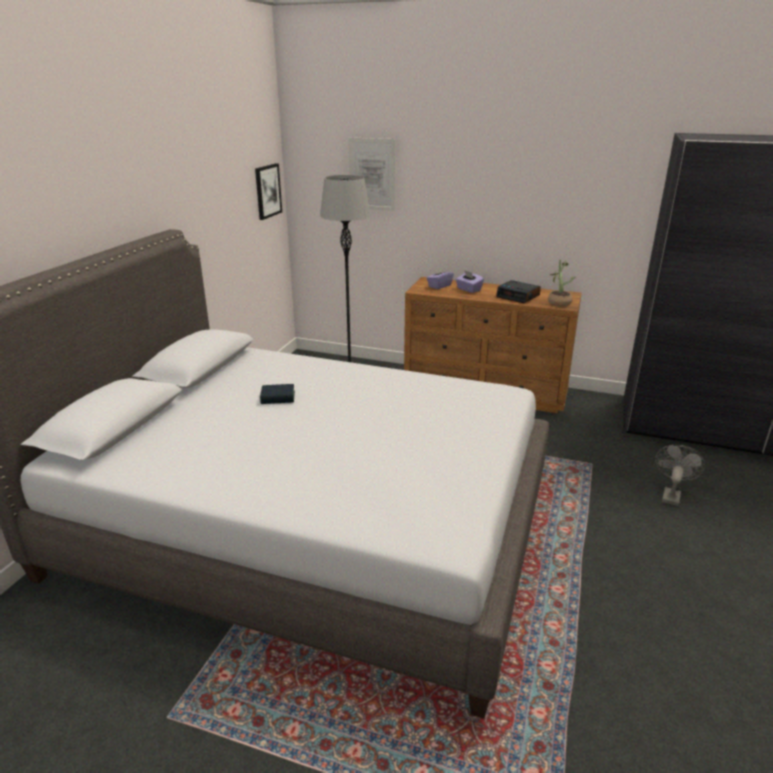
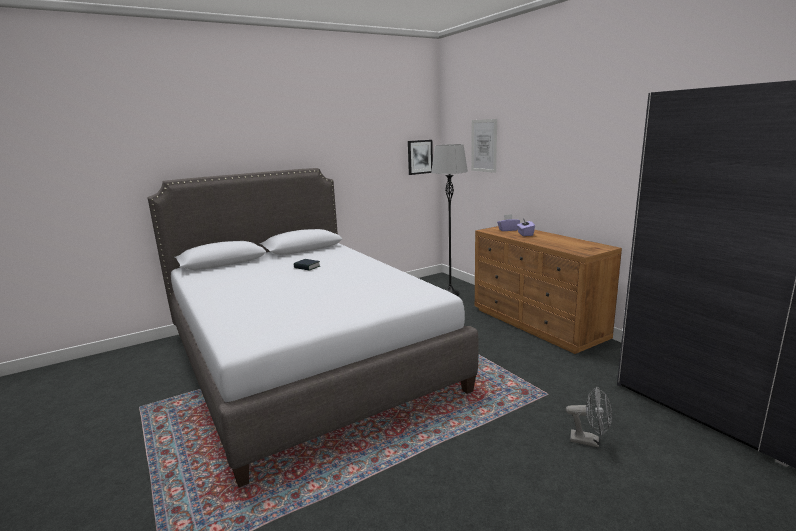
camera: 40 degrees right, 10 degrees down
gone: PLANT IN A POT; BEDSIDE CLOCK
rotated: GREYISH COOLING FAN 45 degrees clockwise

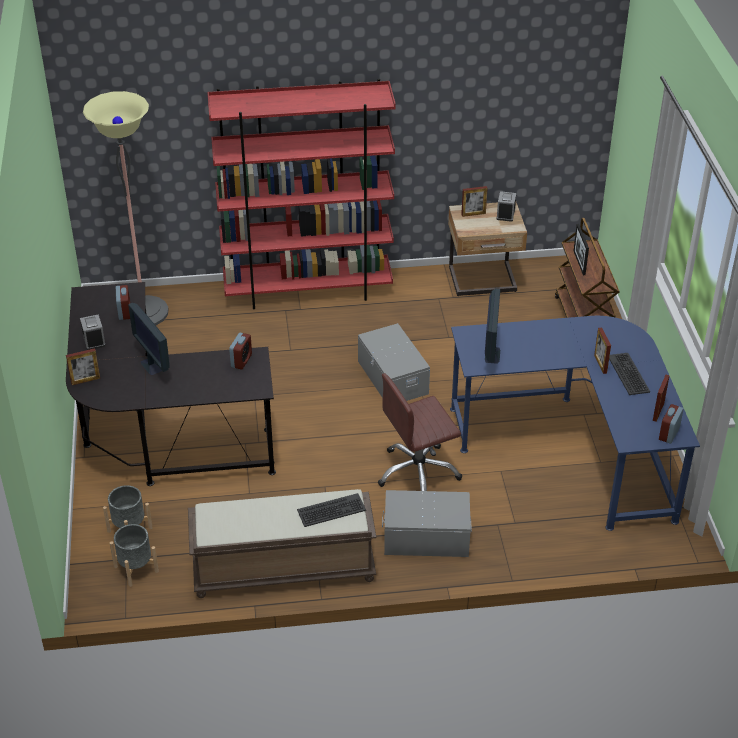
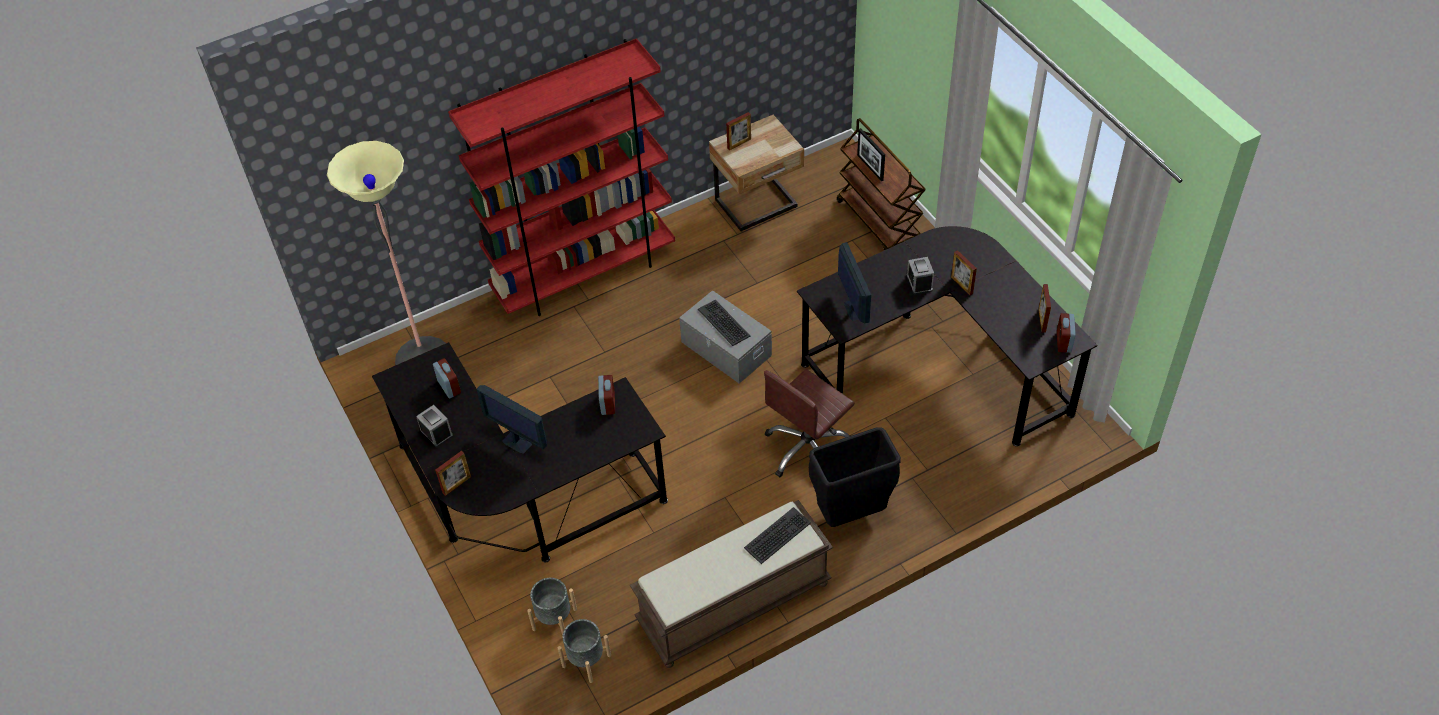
camera: 20 degrees left, 10 degrees up
shifted: BEDSIDE CLOCK (no. 4 from left); KEYBOARD (no. 2 from left in the first image) to KEYBOARD (no. 1 from left)
swapped: GREYISH STORAGE BIN (no. 2 from left) to BLACKISH WASTE BIN
repainted: BLUE DESK to BLACKISH DESK (no. 2 from left)

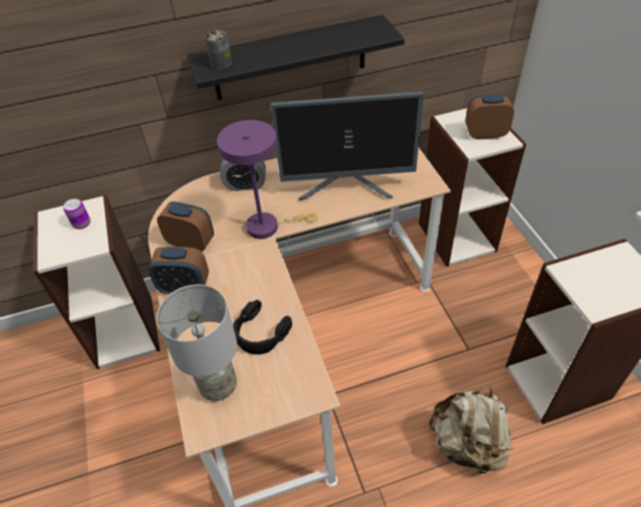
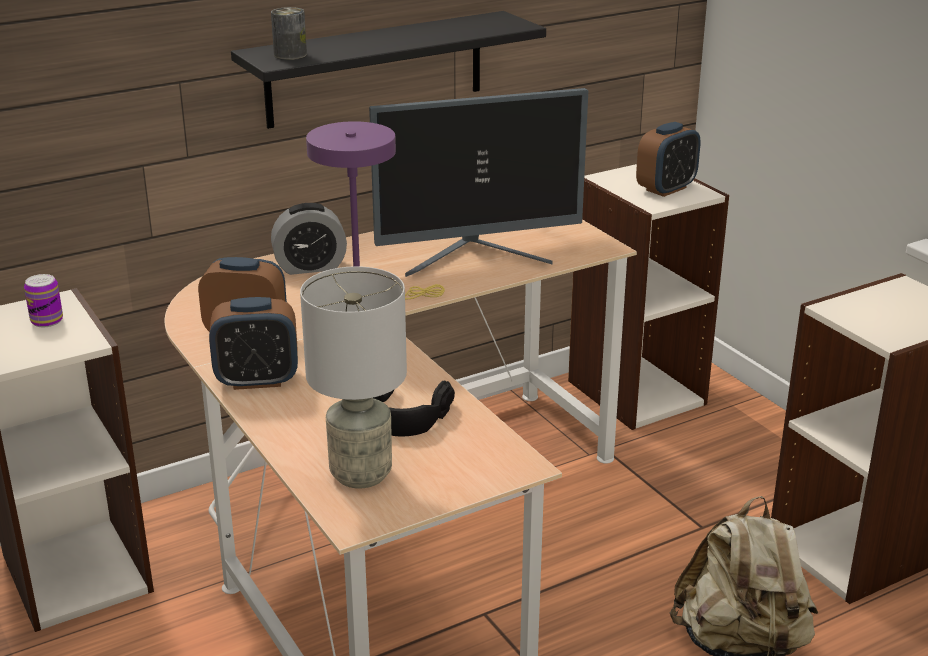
camera: 15 degrees left, 20 degrees down
rotated: BEDSIDE CLOCK (no. 4 from left) 150 degrees clockwise

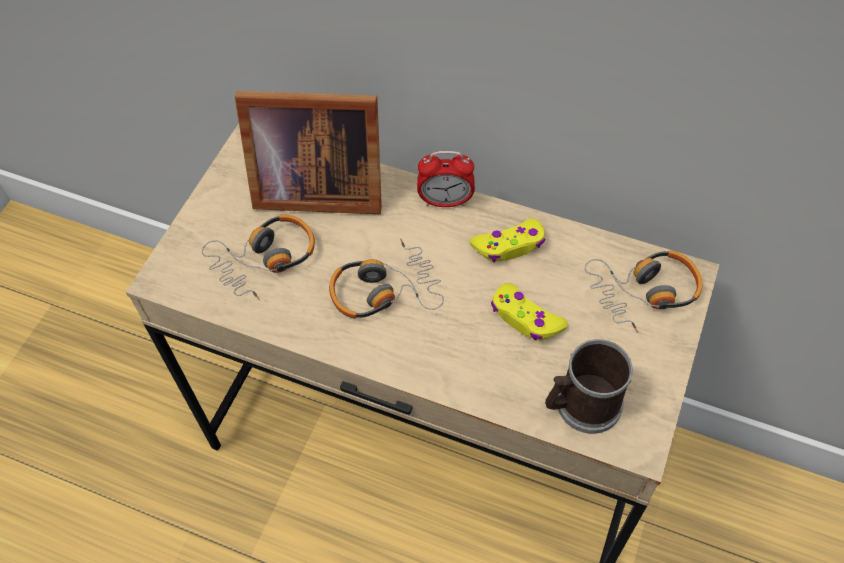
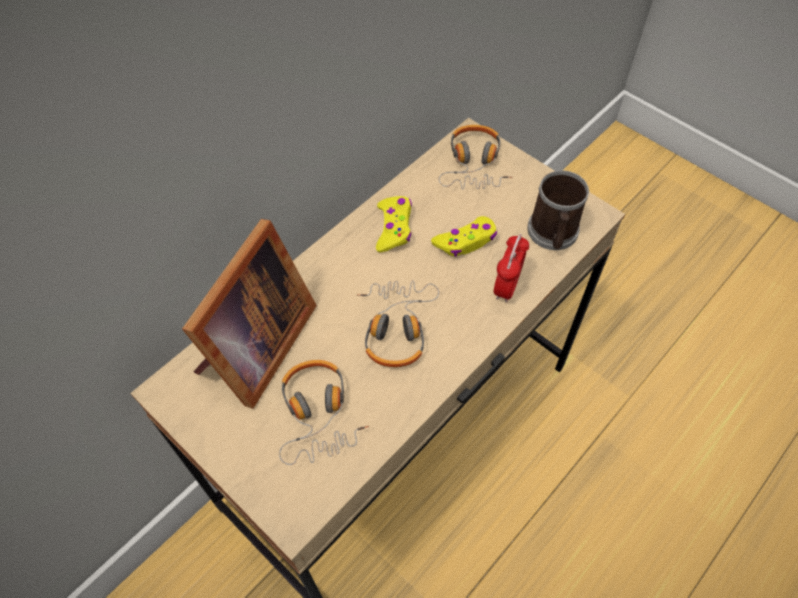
camera: 70 degrees left, 0 degrees up
shifted: BEDSIDE CLOCK

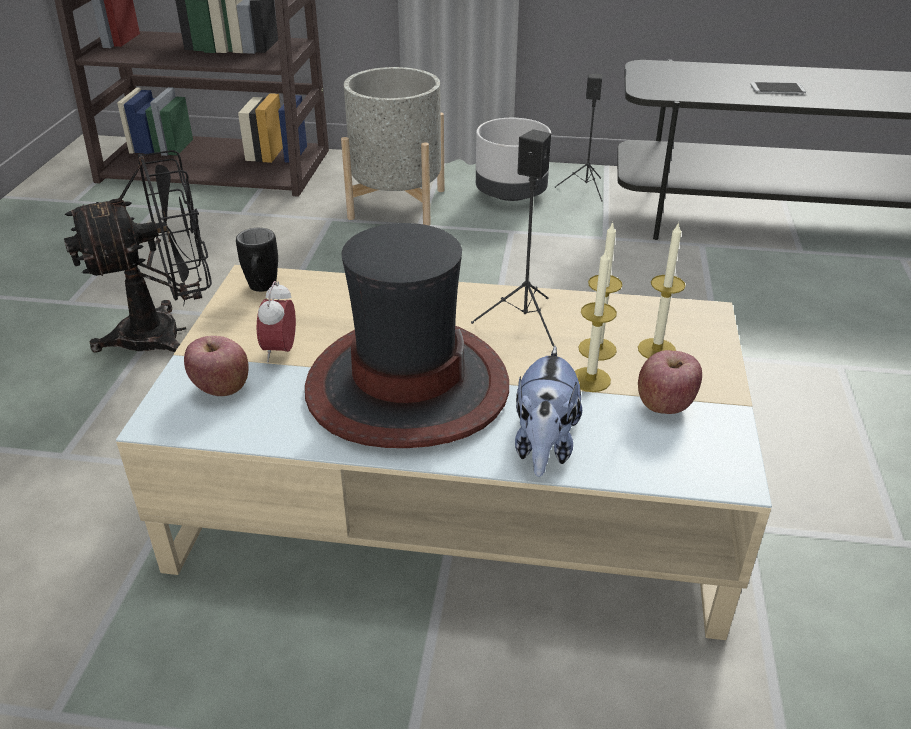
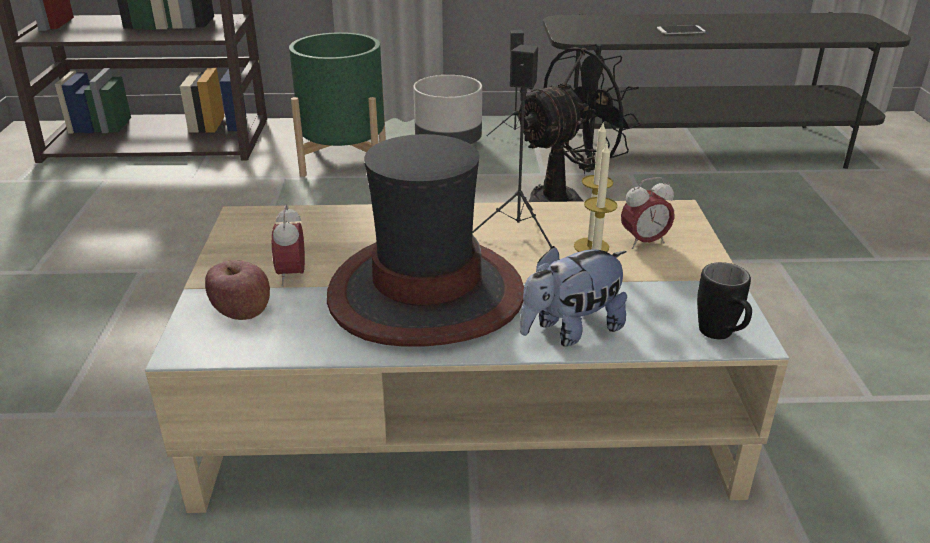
camera: 10 degrees left, 5 degrees down
gone: APPLE FRUIT (no. 2 from left)
shifted: BLACKISH COOLING FAN; BLACKISH MUG
swapped: WAX LIGHT (no. 3 from left) to BEDSIDE CLOCK (no. 2 from left)
repainted: GREYISH PLANTER (no. 1 from left) to GREEN PLANTER
rotated: CUDDLY TOY 60 degrees clockwise

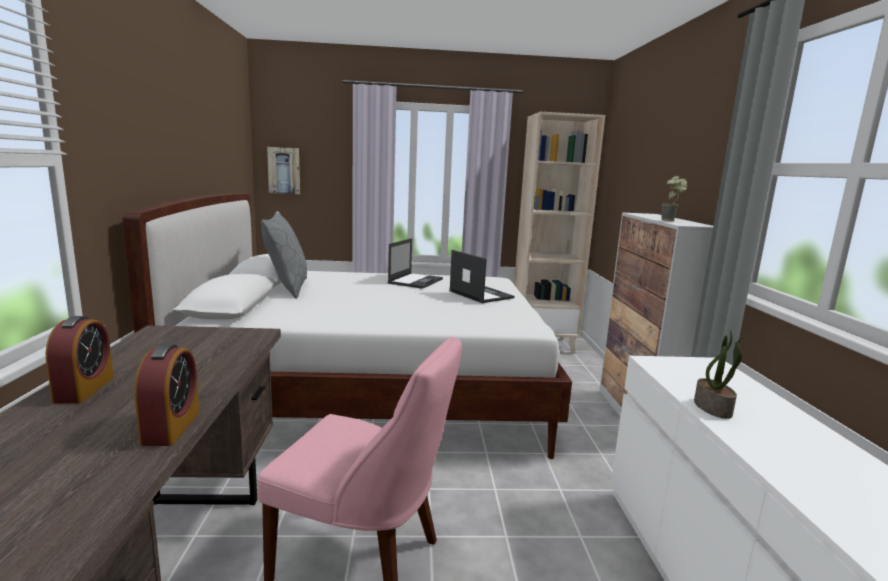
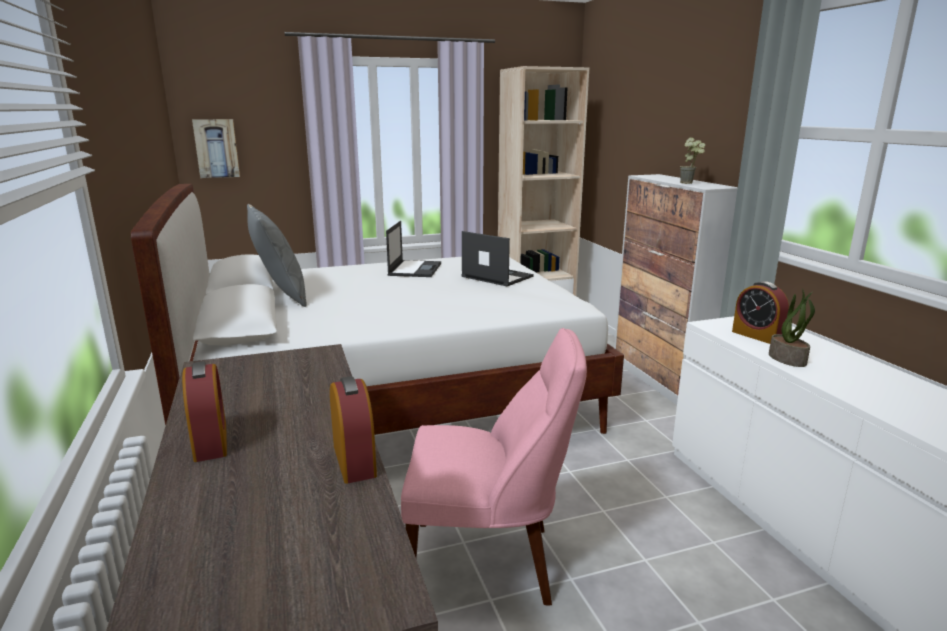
camera: 15 degrees left, 5 degrees up
new: BEDSIDE CLOCK (no. 3 from left)

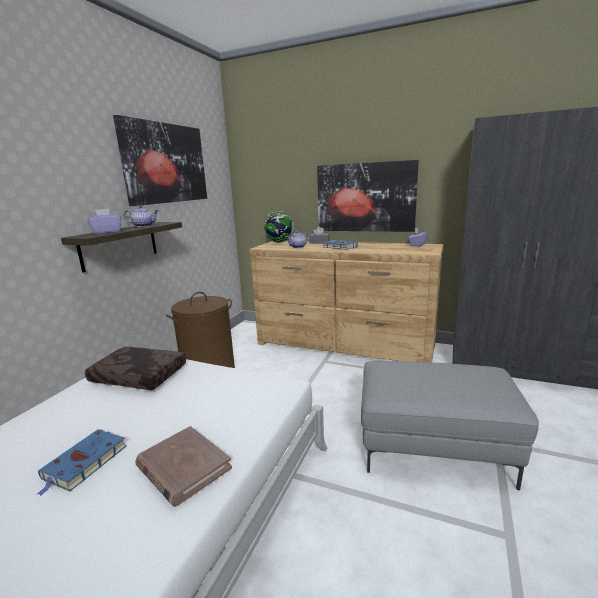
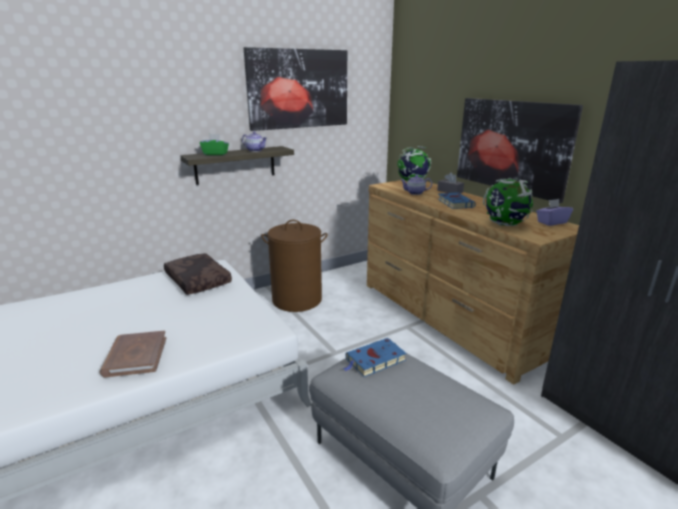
camera: 35 degrees right, 5 degrees up
new: GLOBE (no. 2 from left)
shifted: BLUE VOLUME (no. 1 from left)
repainted: PURPLE-COLOURED TISSUE HOLDER (no. 1 from left) to GREEN TISSUE HOLDER

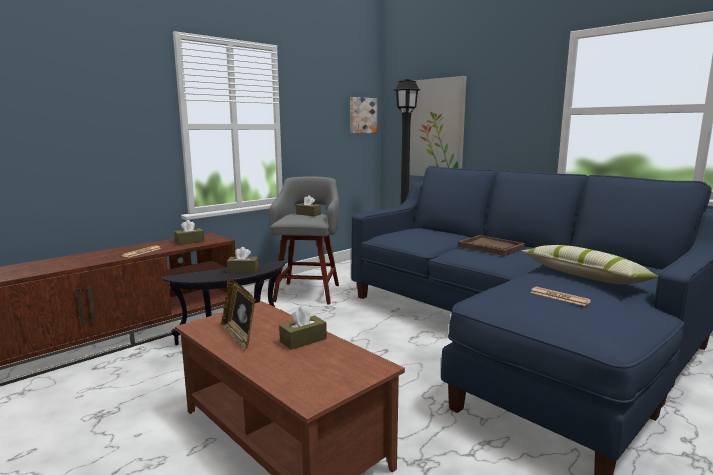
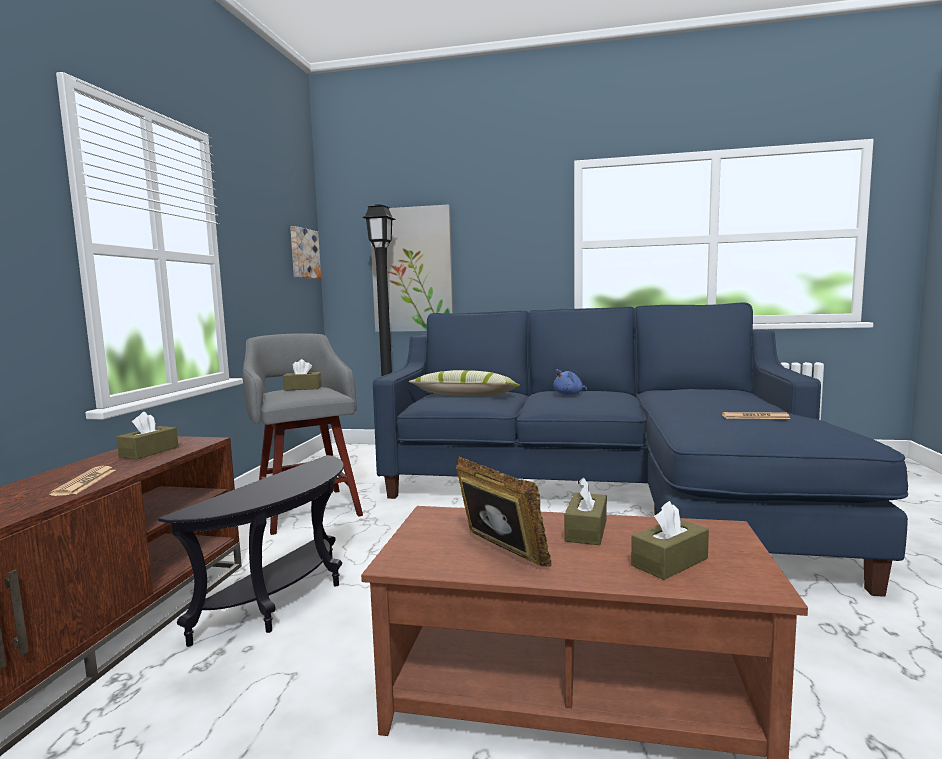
camera: 35 degrees left, 5 degrees down
shifted: CUSHION; BROWNISH TISSUE HOLDER (no. 2 from left in the first image) to BROWNISH TISSUE HOLDER (no. 4 from left)
swapped: BROWNISH TRAY to BLUE CUDDLY TOY
rotated: PHOTO FRAME 150 degrees counterclockwise

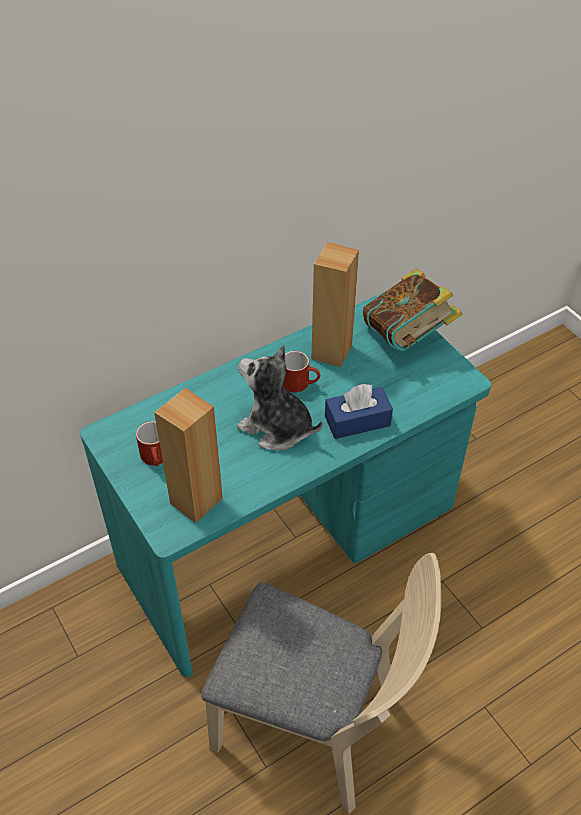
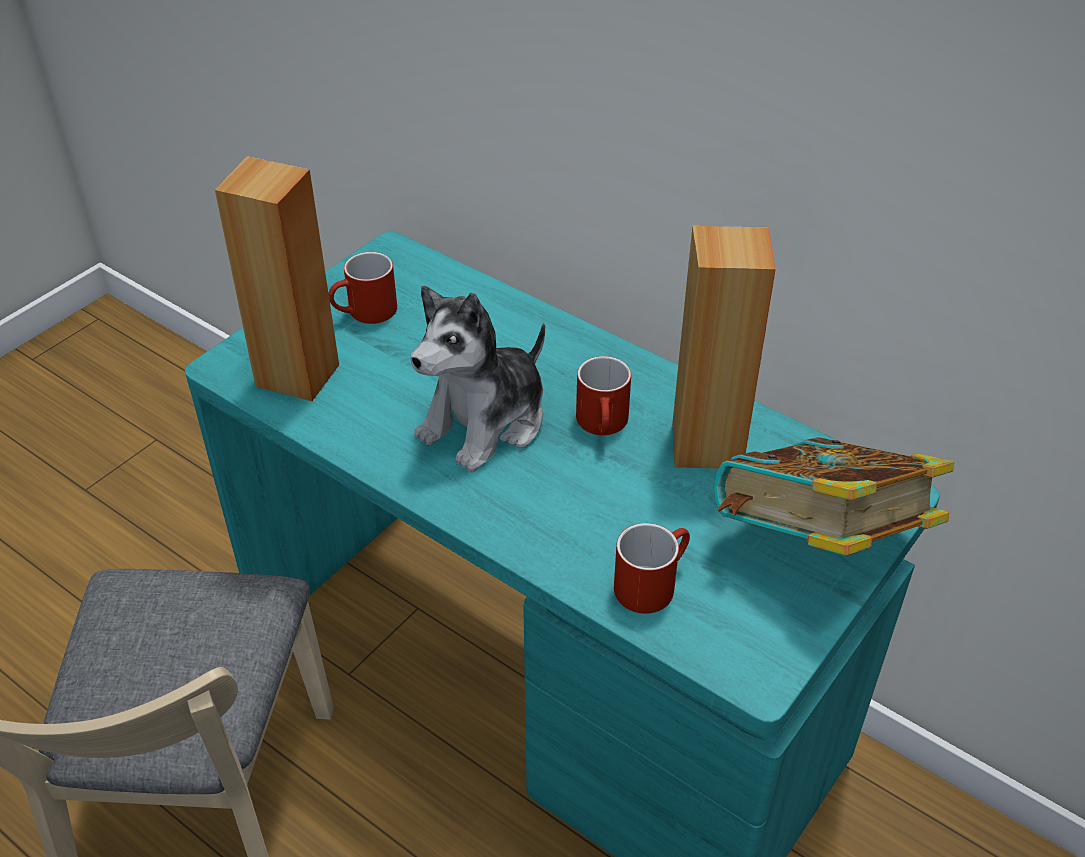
camera: 70 degrees right, 5 degrees down
gone: BLUE TISSUE HOLDER
new: RED-COLOURED MUG (no. 3 from left)
rotated: CUDDLY TOY 150 degrees counterclockwise

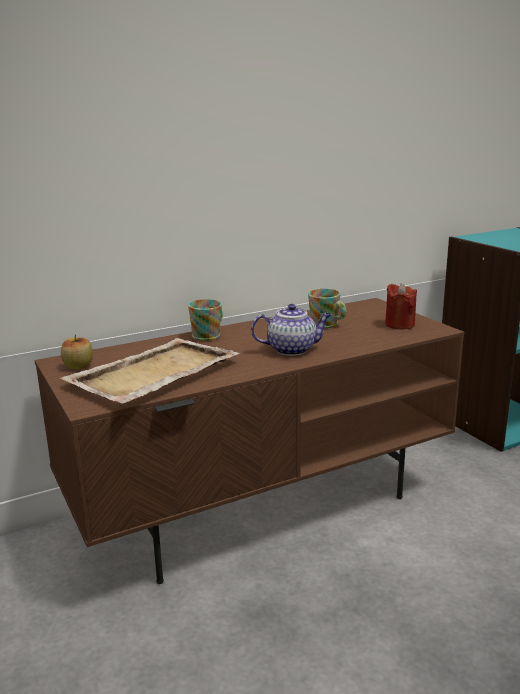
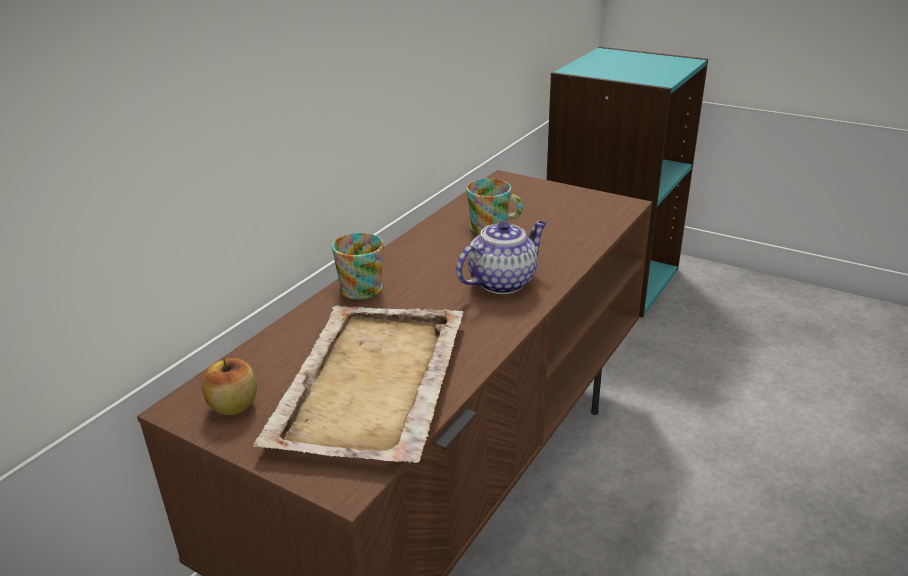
camera: 30 degrees left, 10 degrees up
gone: RED-COLOURED WAX LIGHT

